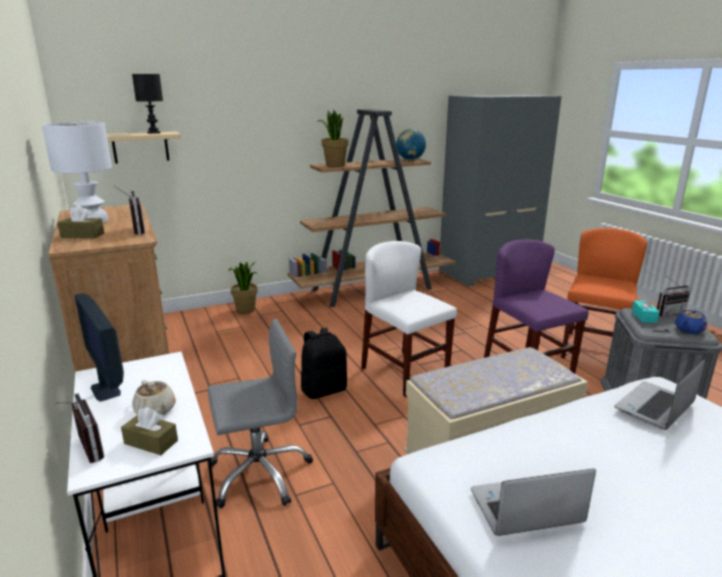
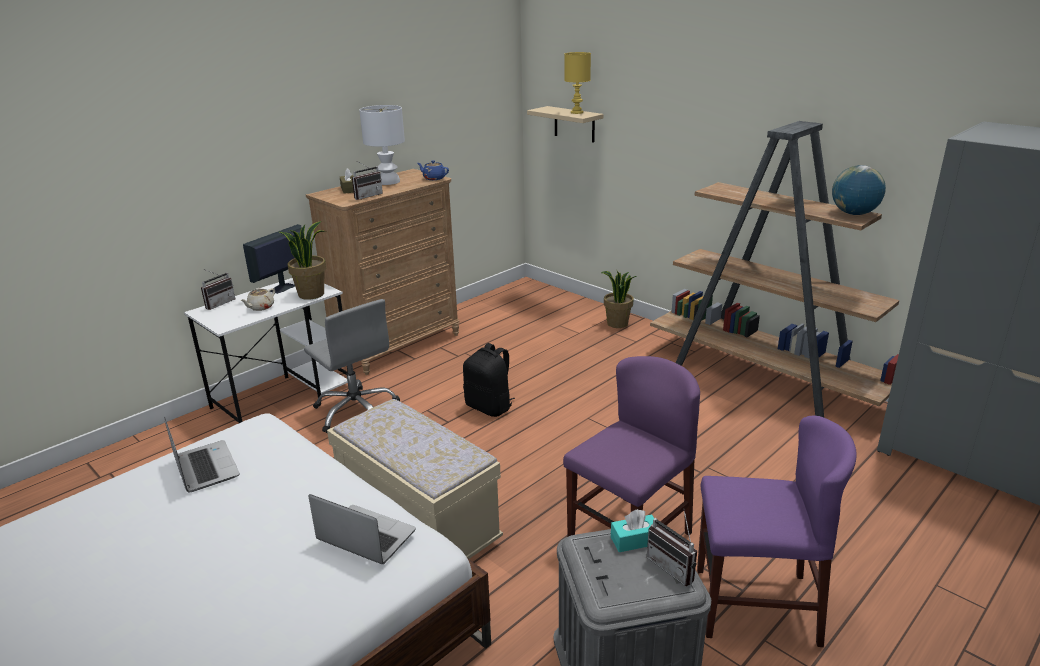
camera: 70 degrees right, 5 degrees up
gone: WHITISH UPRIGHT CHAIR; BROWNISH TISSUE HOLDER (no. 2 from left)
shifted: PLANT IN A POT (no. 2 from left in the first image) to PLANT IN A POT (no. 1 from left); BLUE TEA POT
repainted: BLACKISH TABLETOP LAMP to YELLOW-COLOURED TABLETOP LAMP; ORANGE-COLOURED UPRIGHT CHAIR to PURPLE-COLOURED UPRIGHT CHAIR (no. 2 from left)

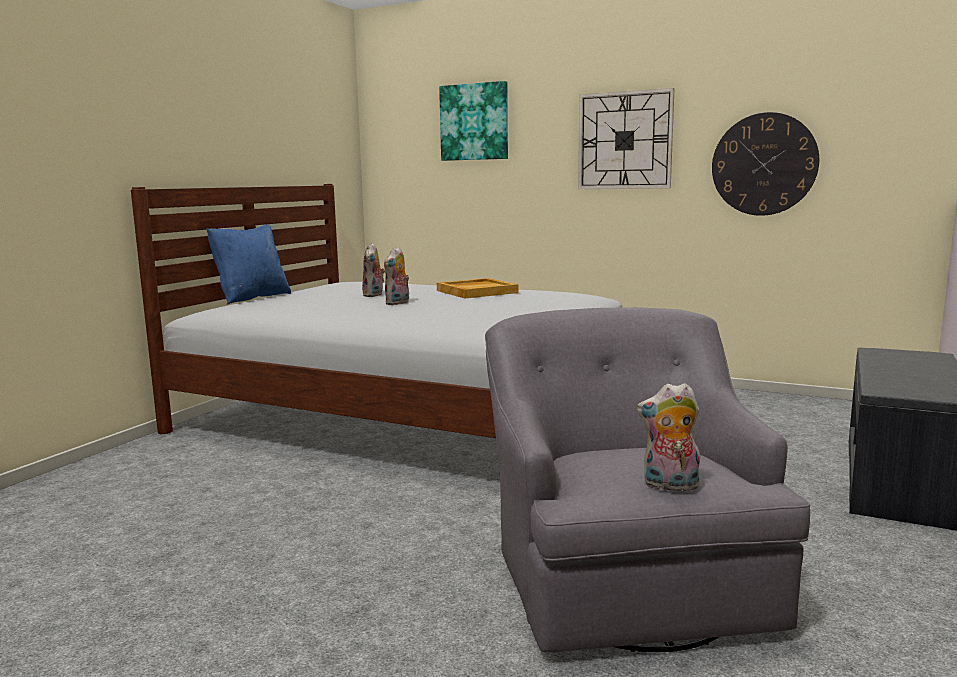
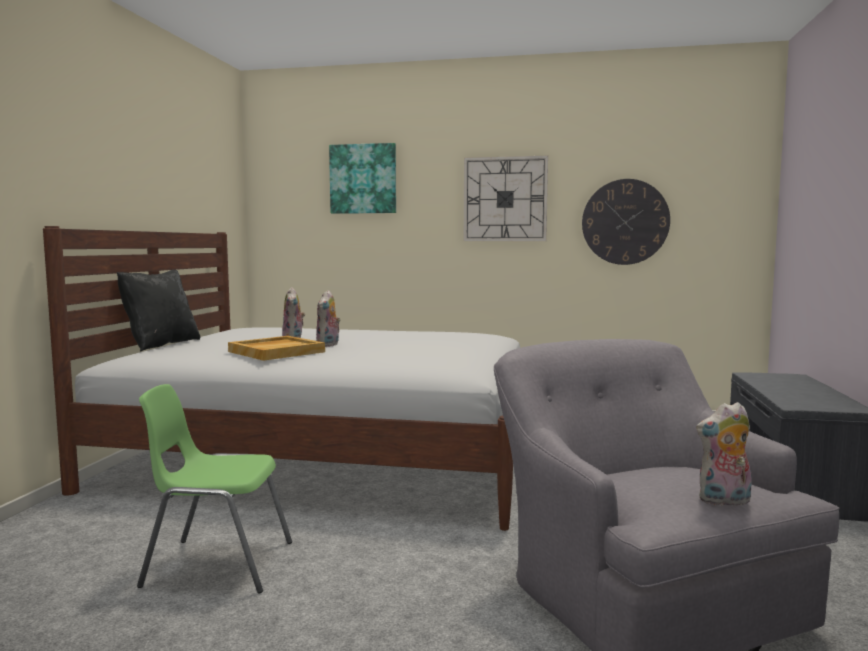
camera: 15 degrees left, 5 degrees down
new: GREEN UPRIGHT CHAIR
shifted: BEIGE TRAY
repainted: BLUE CUSHION to BLACKISH CUSHION

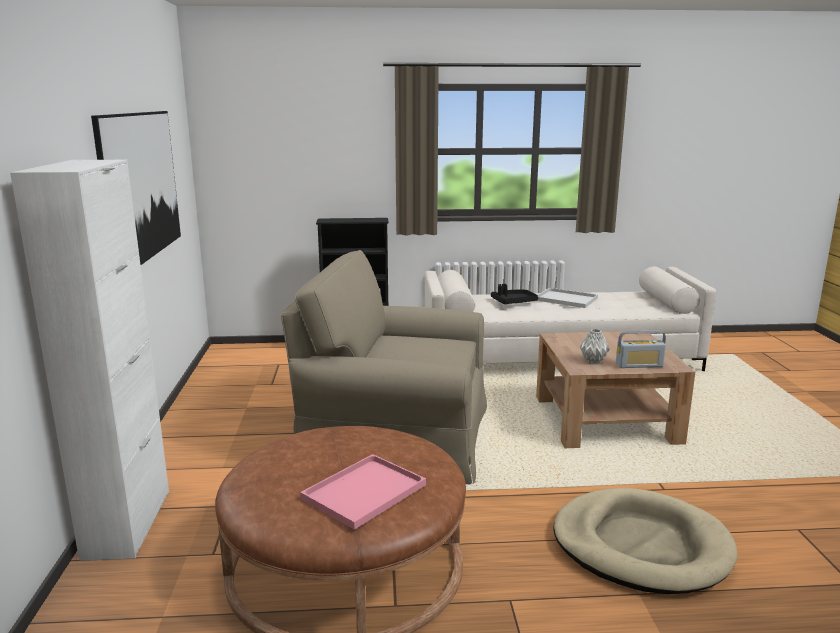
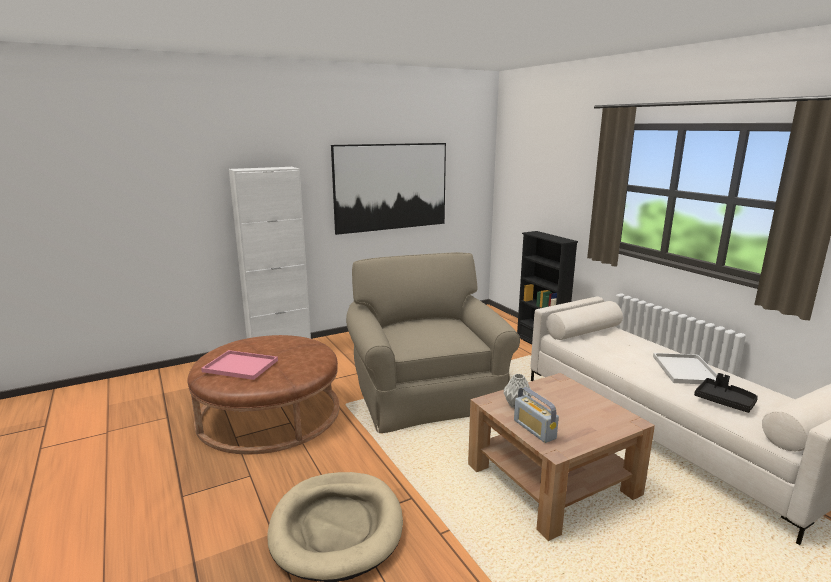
camera: 65 degrees right, 0 degrees up
shifted: BLACKISH TRAY

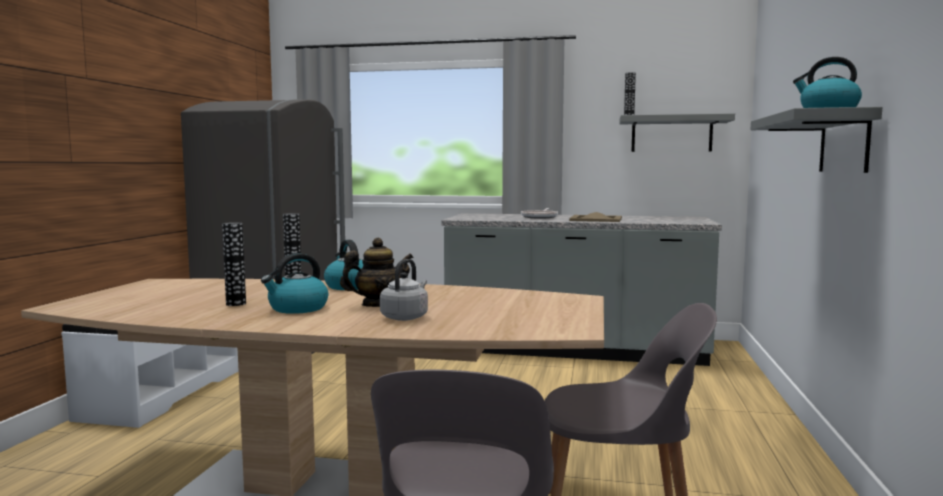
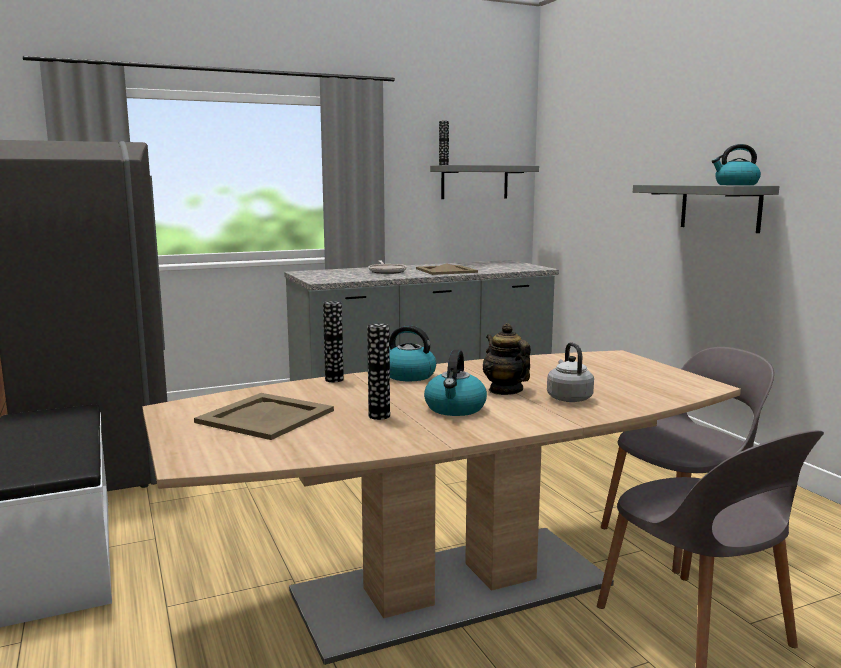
camera: 35 degrees left, 5 degrees up
new: BEIGE TRAY (no. 1 from left)
rotated: TEA POT 60 degrees counterclockwise

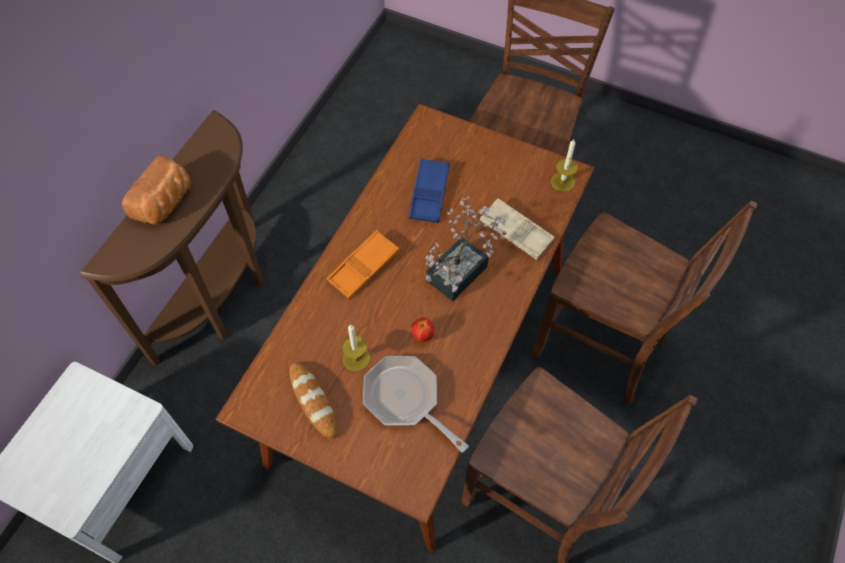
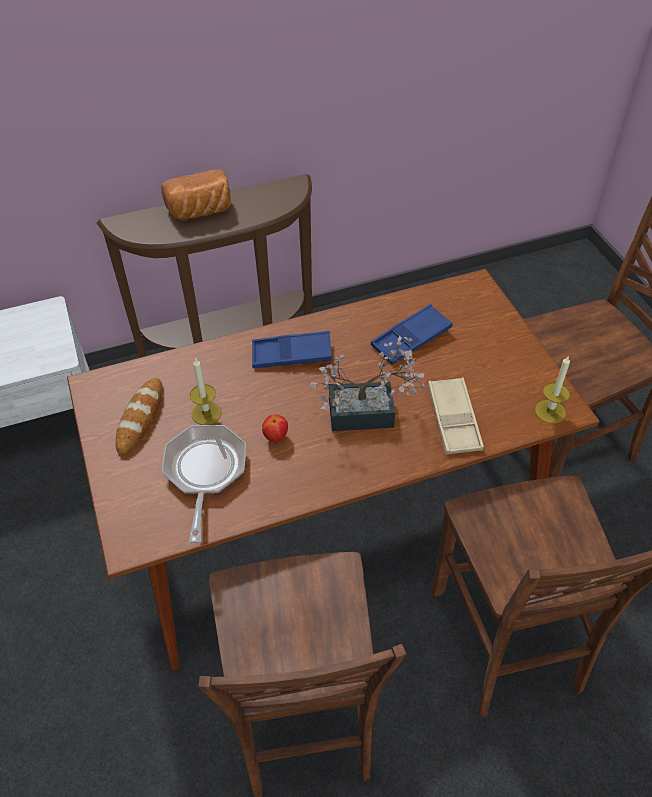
camera: 45 degrees right, 10 degrees down
repainted: ORANGE-COLOURED TRAY to BLUE TRAY (no. 1 from left)

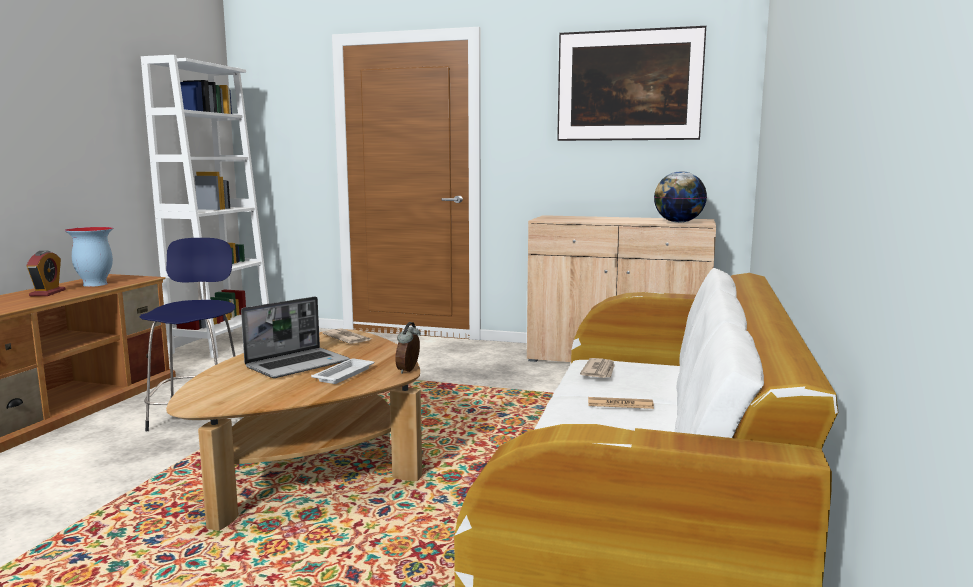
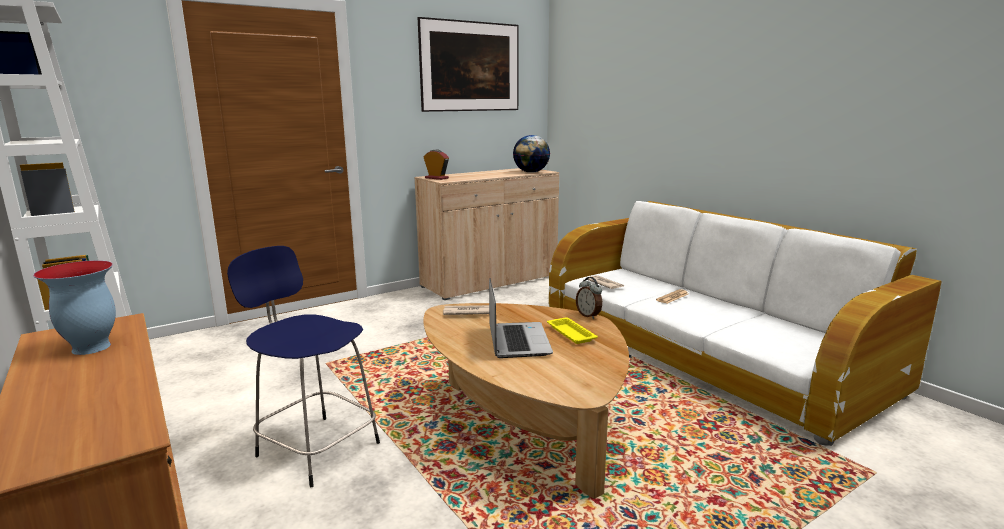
camera: 50 degrees left, 5 degrees up
shifted: BEDSIDE CLOCK (no. 1 from left)
repainted: WHITISH TRAY to YELLOW-COLOURED TRAY

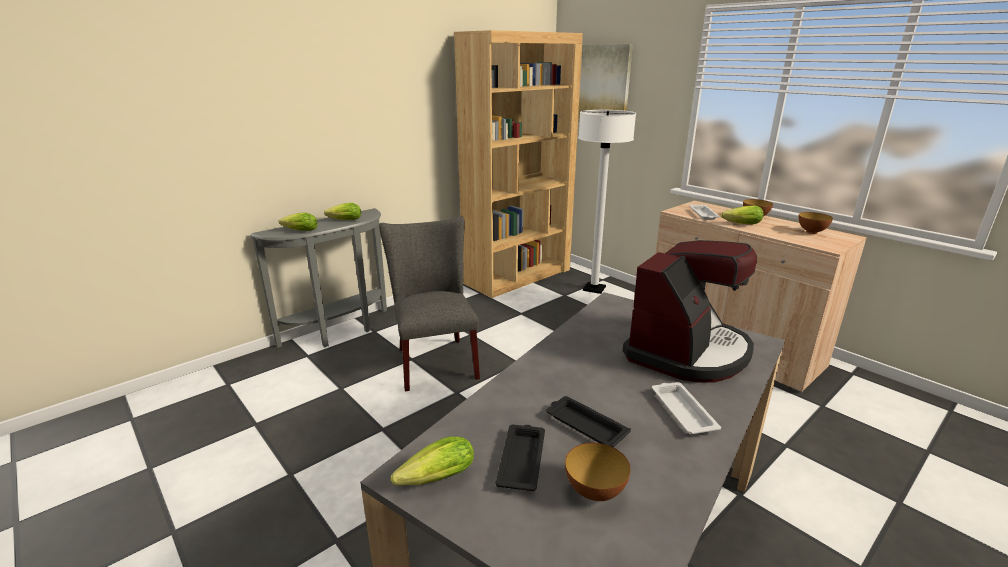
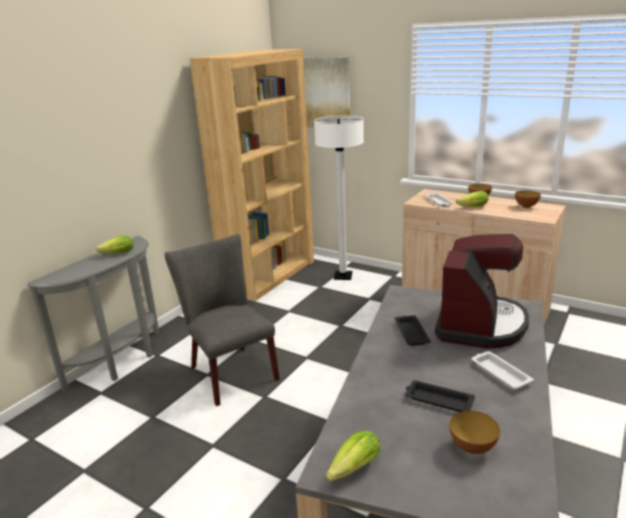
camera: 15 degrees left, 0 degrees up
gone: LETTUCE (no. 1 from left)
shifted: BLACKISH TRAY (no. 1 from left)

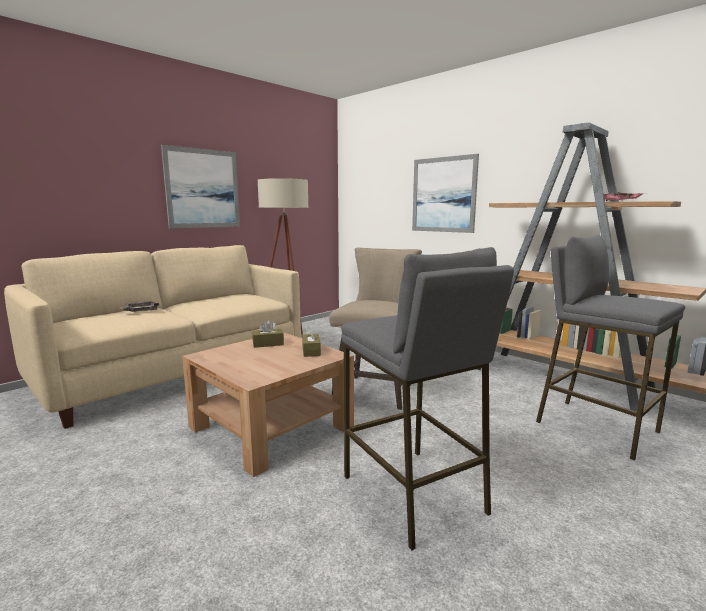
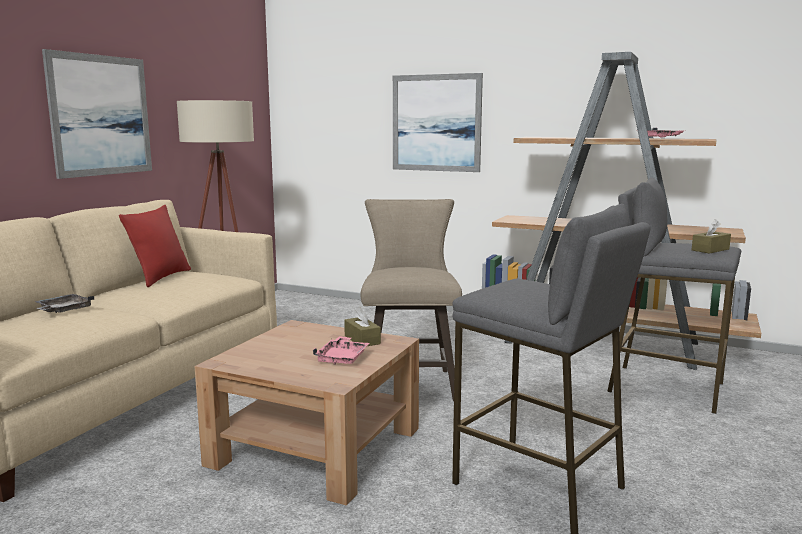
camera: 20 degrees left, 0 degrees up
new: RED-COLOURED CUSHION; PINK TRAY (no. 1 from left)
shifted: BROWNISH TISSUE HOLDER (no. 1 from left in the first image) to BROWNISH TISSUE HOLDER (no. 2 from left)

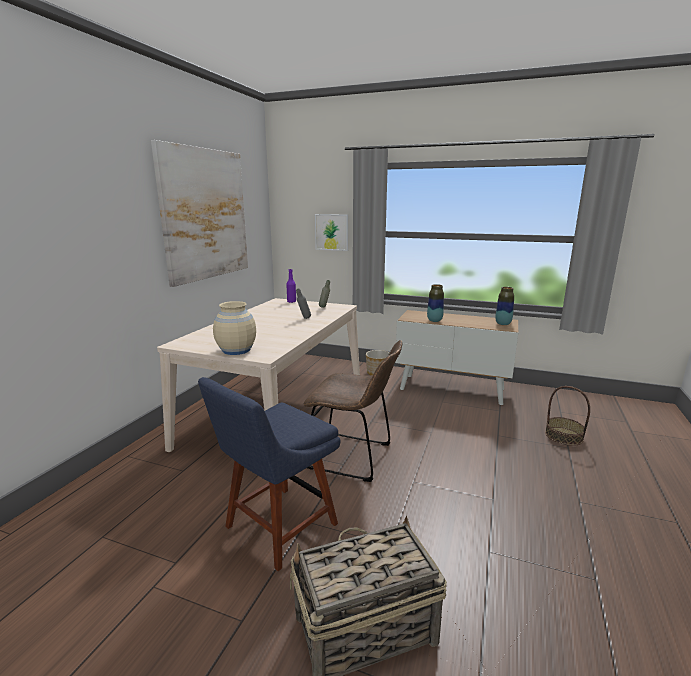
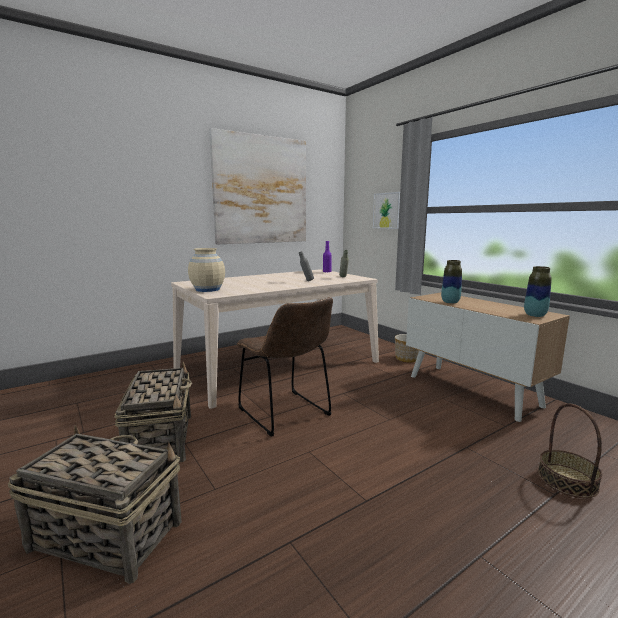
camera: 35 degrees right, 5 degrees down
swapped: BLUE UPRIGHT CHAIR to HOUSEHOLD BASKET (no. 2 from left)

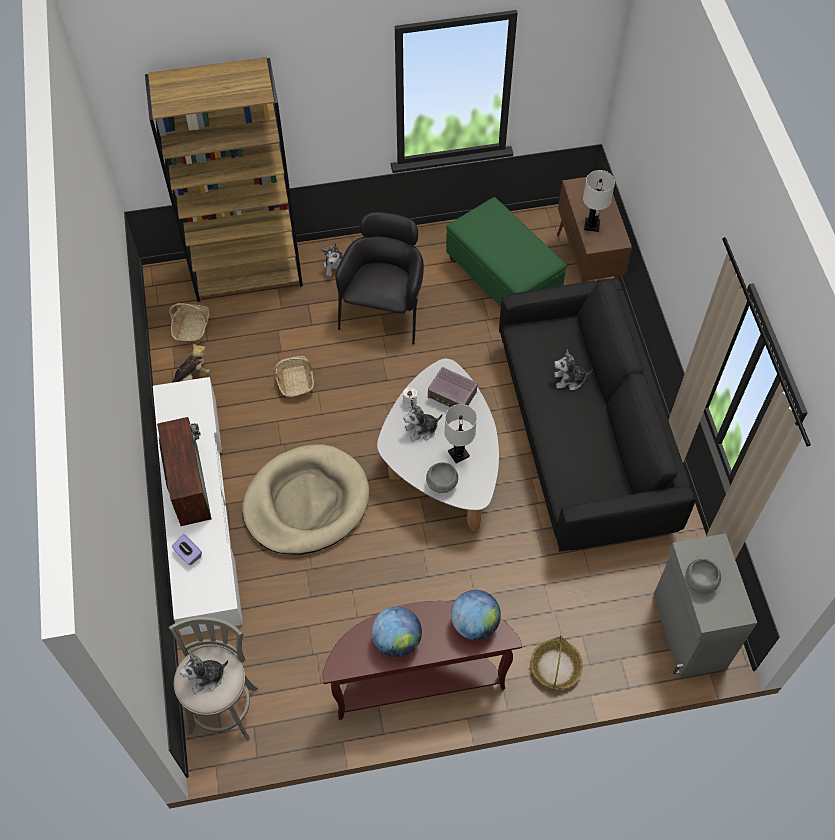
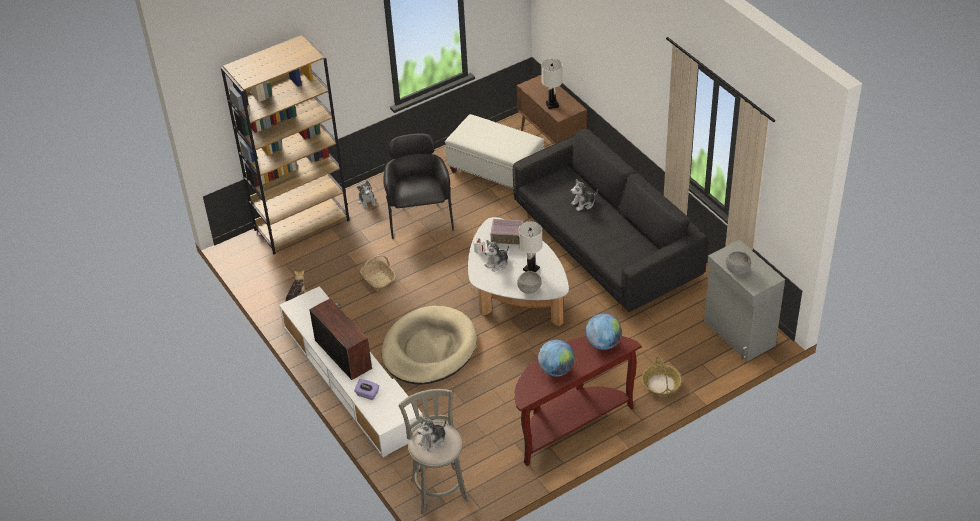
camera: 20 degrees left, 15 degrees down
gone: HOUSEHOLD BASKET (no. 1 from left)
repainted: GREEN FOOTREST to WHITISH FOOTREST

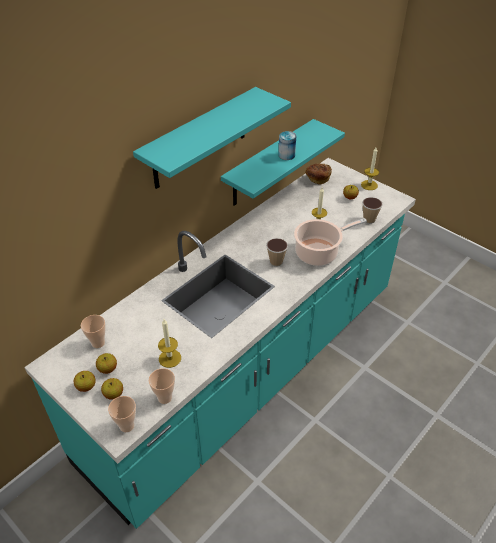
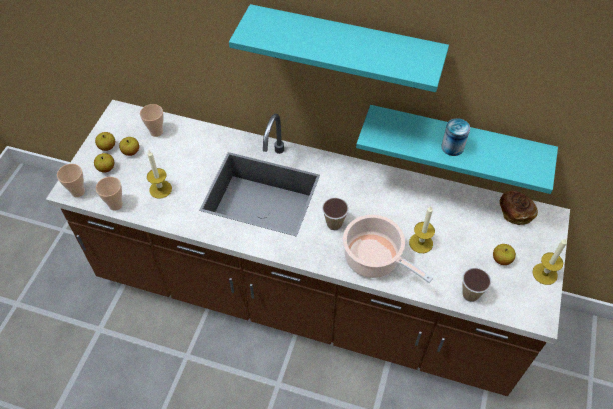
camera: 65 degrees right, 10 degrees up
repainted: BLUE-GREEN COUNTER to BROWNISH COUNTER

